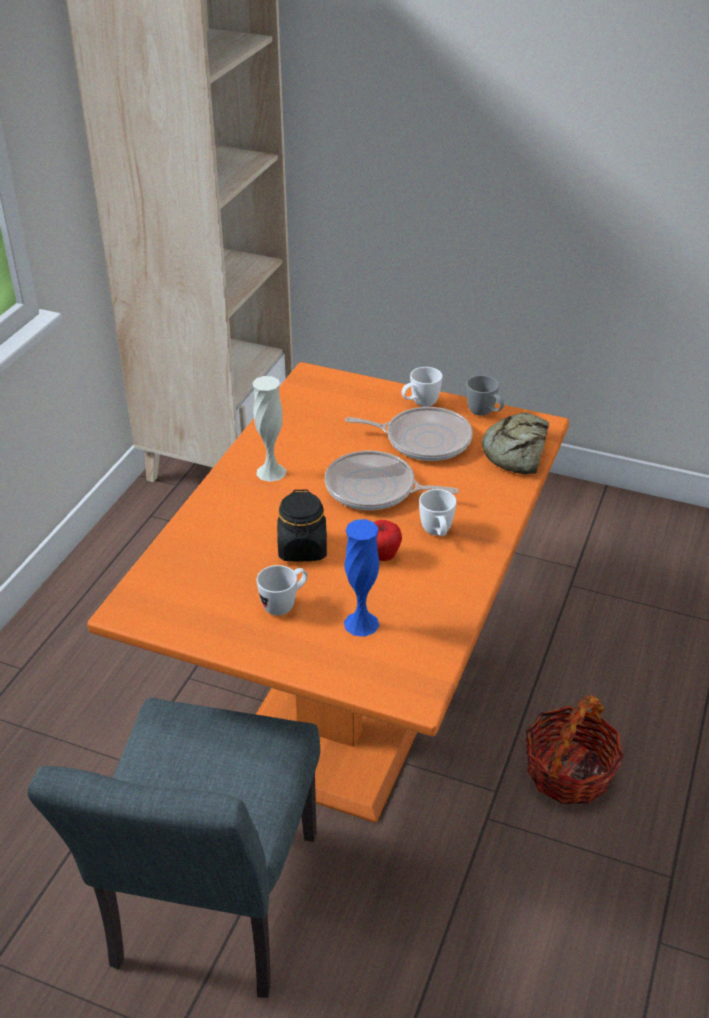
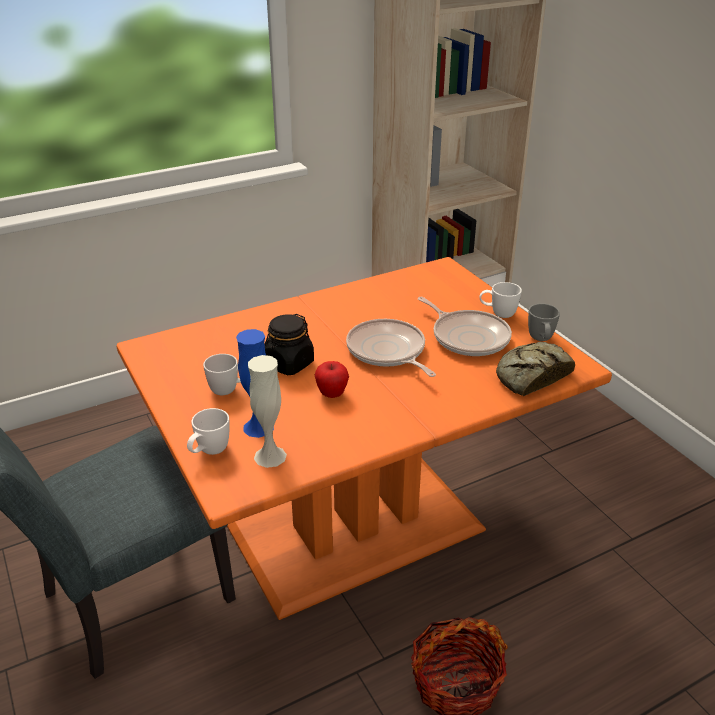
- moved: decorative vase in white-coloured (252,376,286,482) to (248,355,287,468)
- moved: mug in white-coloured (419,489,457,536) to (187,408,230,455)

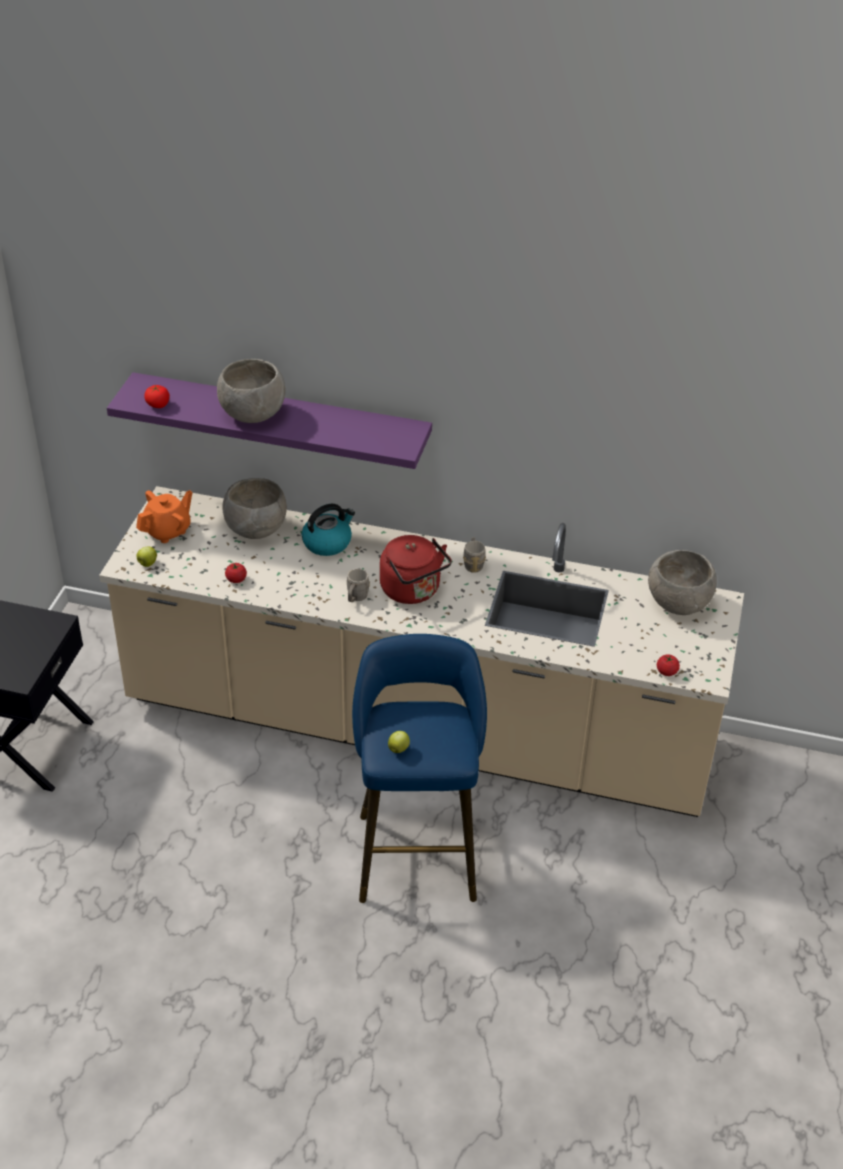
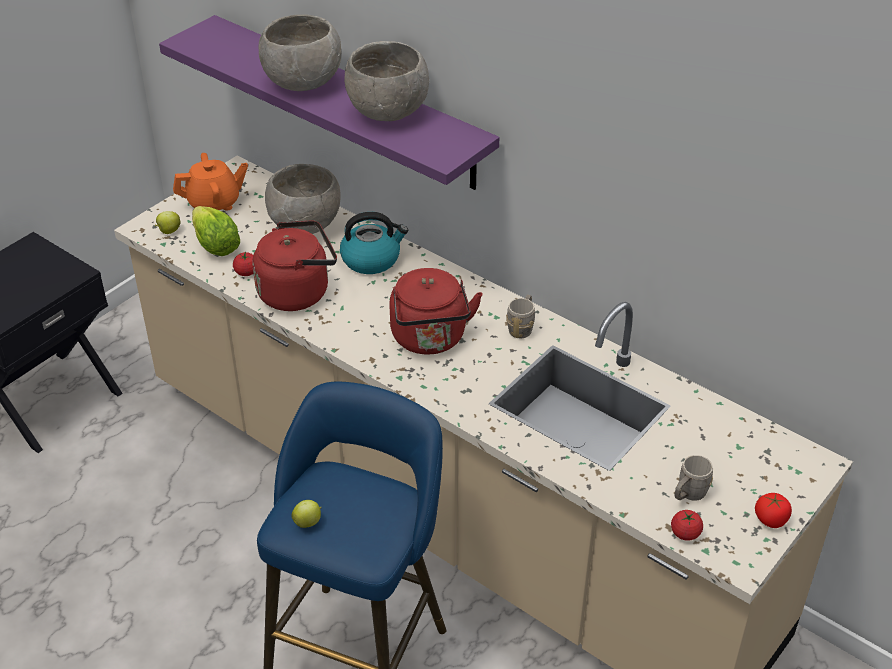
- moved: whole tomato (144,385,170,408) to (755,493,792,528)
- moved: serving bowl in gray (648,550,717,615) to (344,41,429,121)
- moved: mug in gray (347,569,370,602) to (675,455,713,501)
- added: lettuce head (192,206,240,256)
- added: water kettle in red (252,220,337,311)

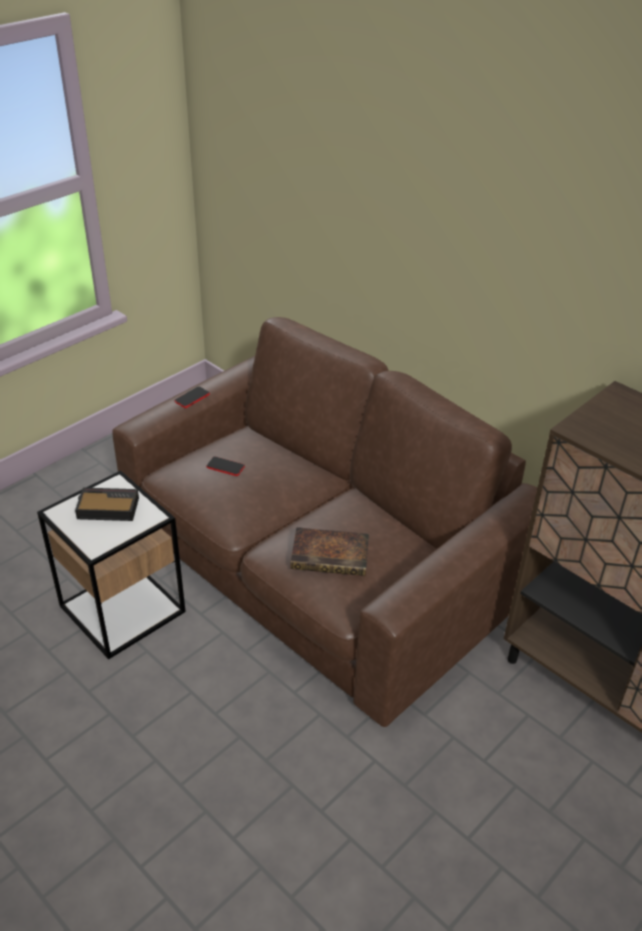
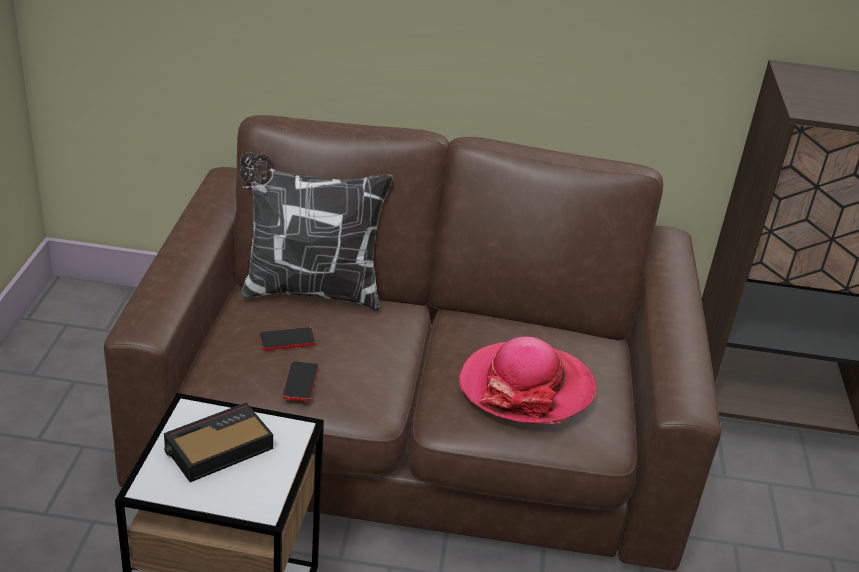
- moved: telephone (175,387,210,408) to (283,361,318,401)
- replaced: volume (290,527,369,576) to wearable hat (459,336,596,424)
- added: throw pillow (240,152,393,311)

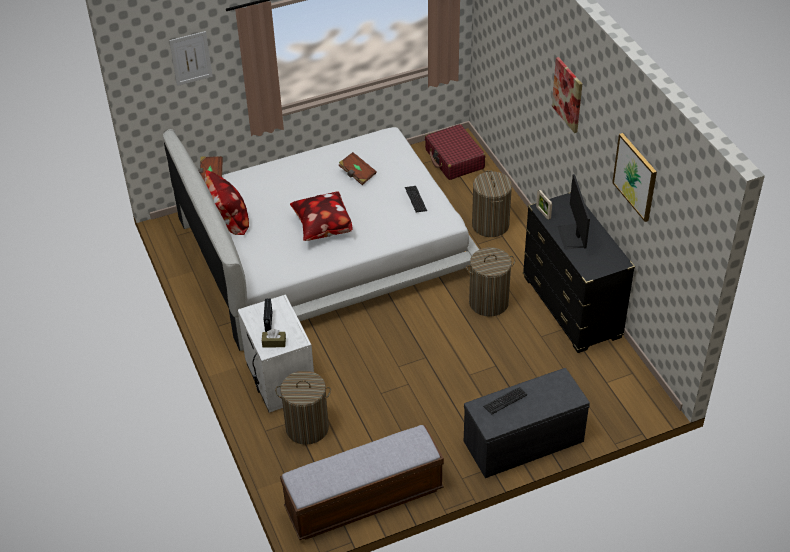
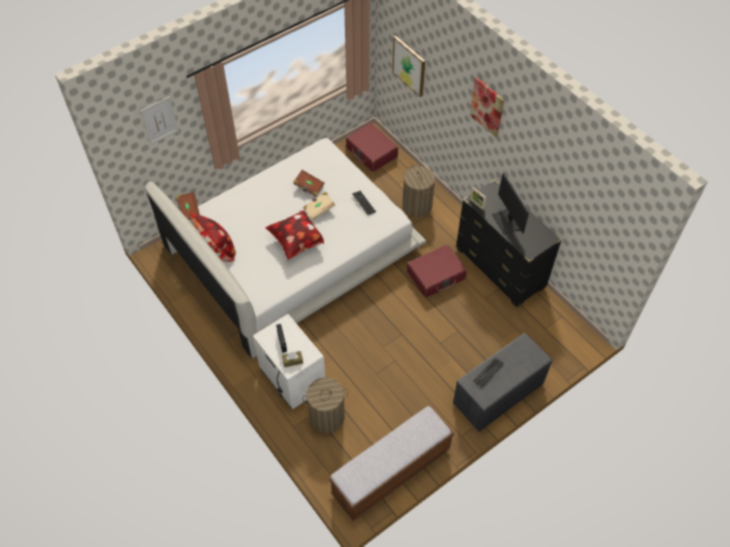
- moved: picture (612,133,657,222) to (392,36,425,97)
- replaced: laundry basket (466,247,515,317) to travel case in red (407,244,467,297)
- added: volume in sand-coloured (303,191,335,221)

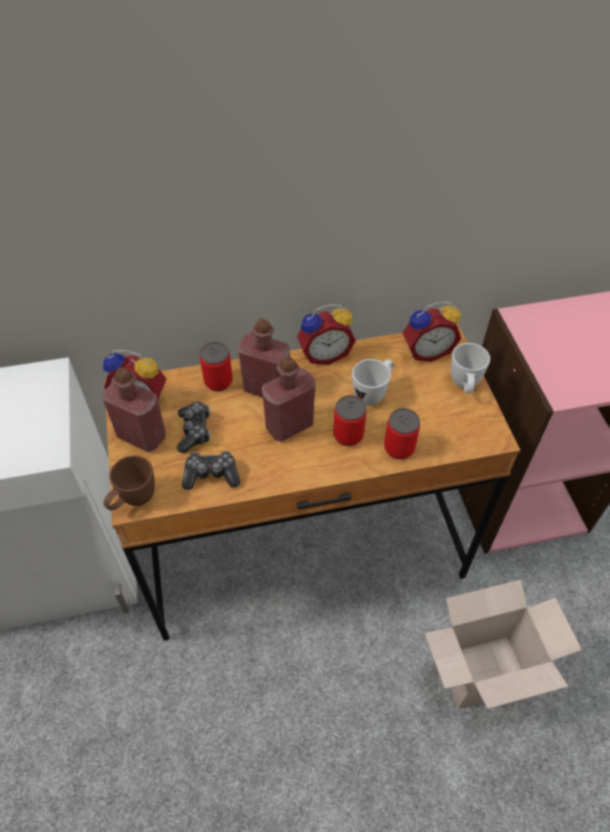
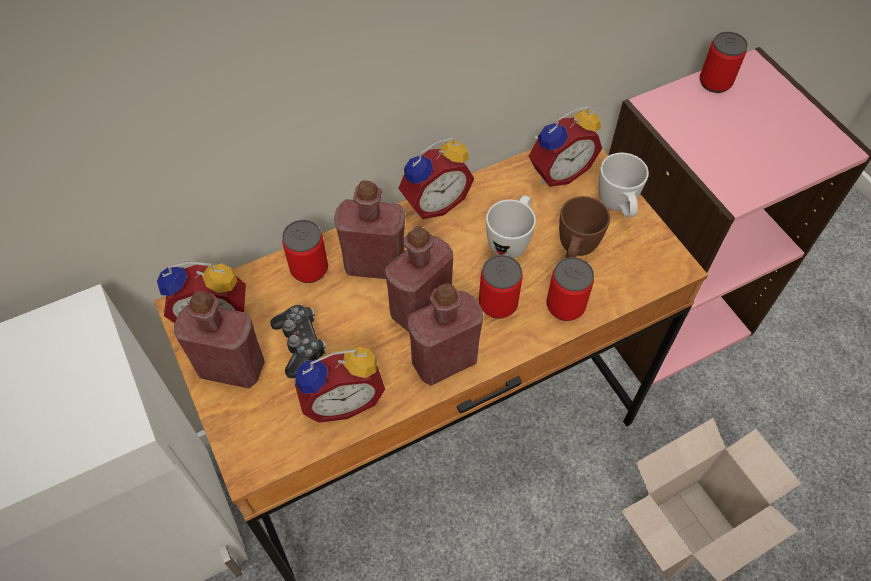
- replaced: game controller (182,451,240,490) to bedside clock (295,346,385,423)
- moved: mug in brown-coloured (104,455,155,511) to (559,196,610,258)
- added: sealed can (700,32,748,93)
- added: drink bottle in red (408,283,483,386)

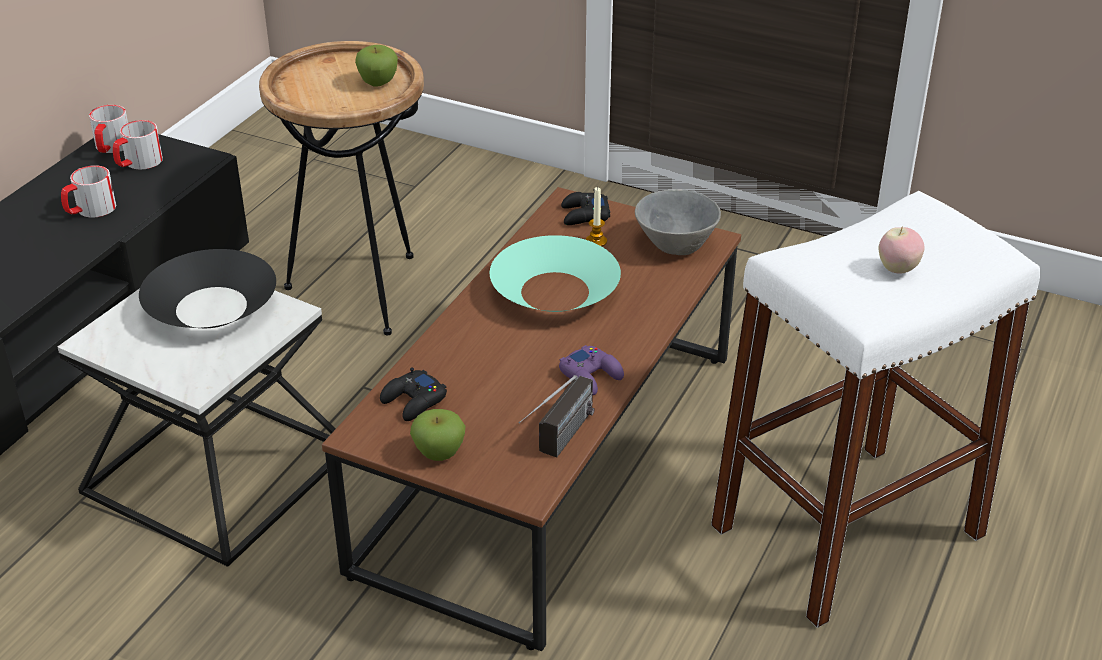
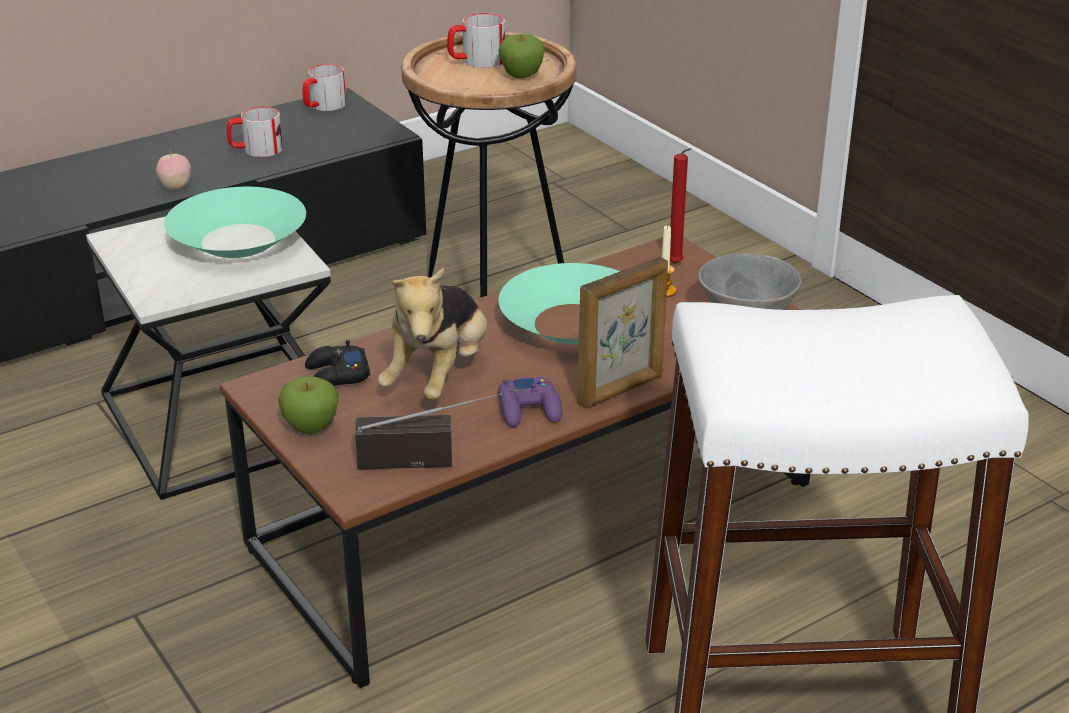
- moved: mug (113,120,163,170) to (447,13,505,68)
- replaced: game controller in black (561,189,610,225) to wax light in red (670,148,692,264)
- moved: apple (879,226,925,274) to (156,150,191,190)
- recoloured: serving bowl in black (139,249,276,328) to serving bowl in turquoise (164,187,306,258)
- turned: radio set (518,375,595,457) = (355,393,502,470) 150 degrees counterclockwise
- added: standing frame (577,257,668,409)
- added: plush toy (378,267,487,400)

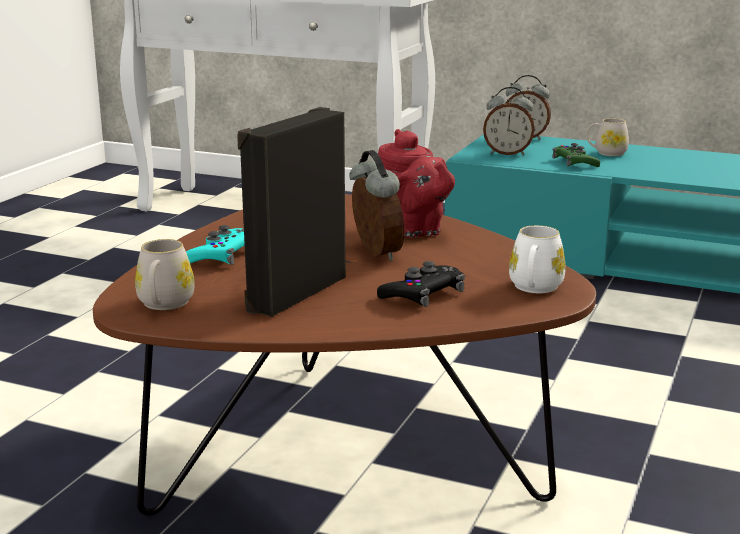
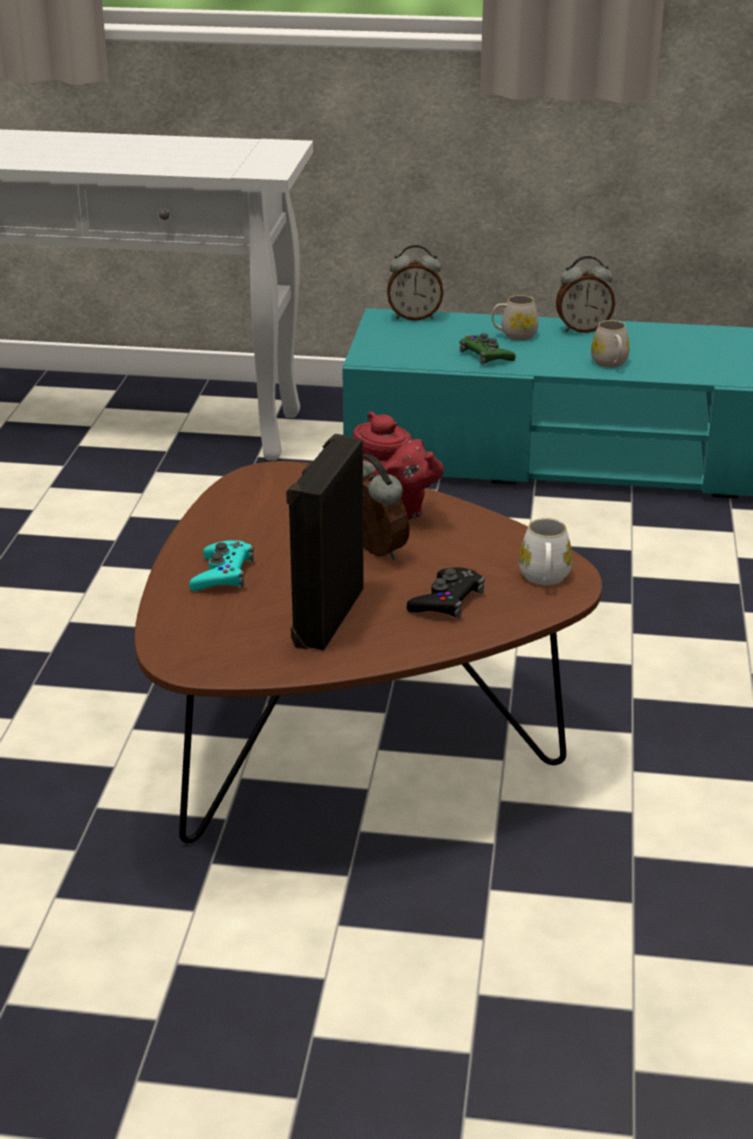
- moved: bedside clock (483,87,534,155) to (556,256,615,333)
- moved: mug in white-coloured (135,239,194,310) to (591,320,630,368)

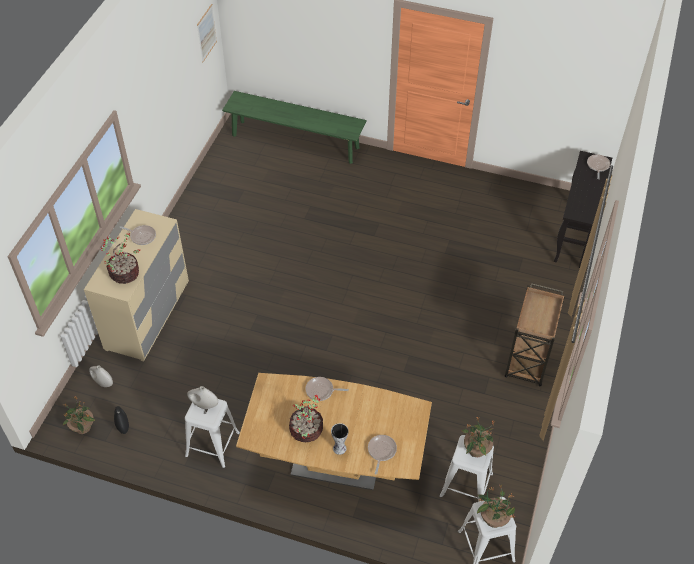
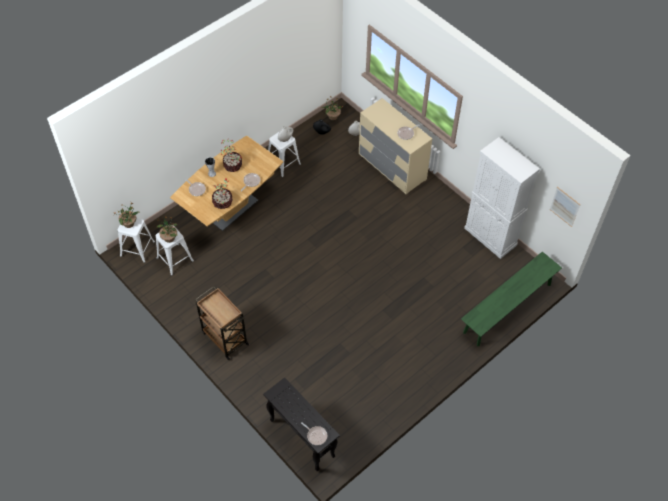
- moved: plant in a pot (100,233,140,284) to (212,178,232,209)
- added: storage cabinet in white-coloured (464,137,540,259)

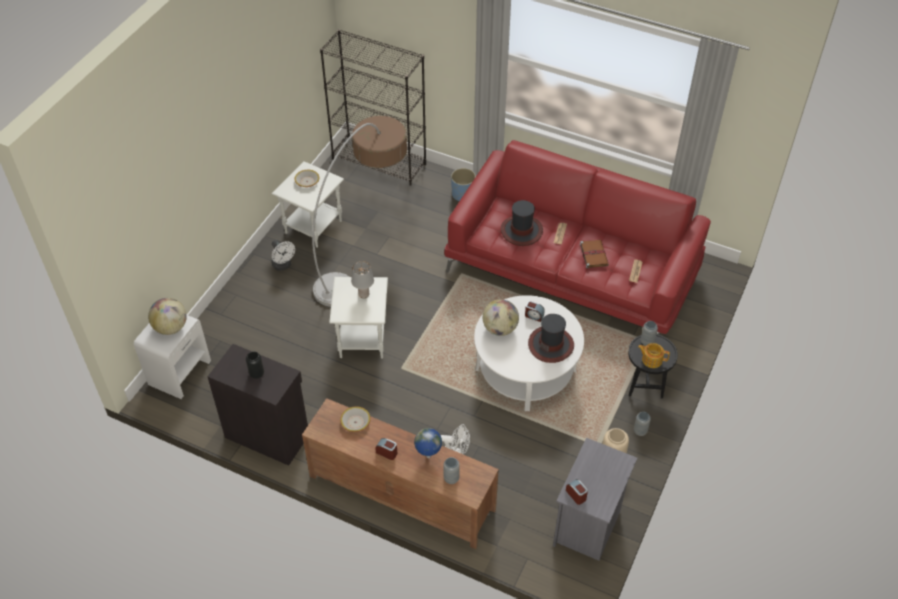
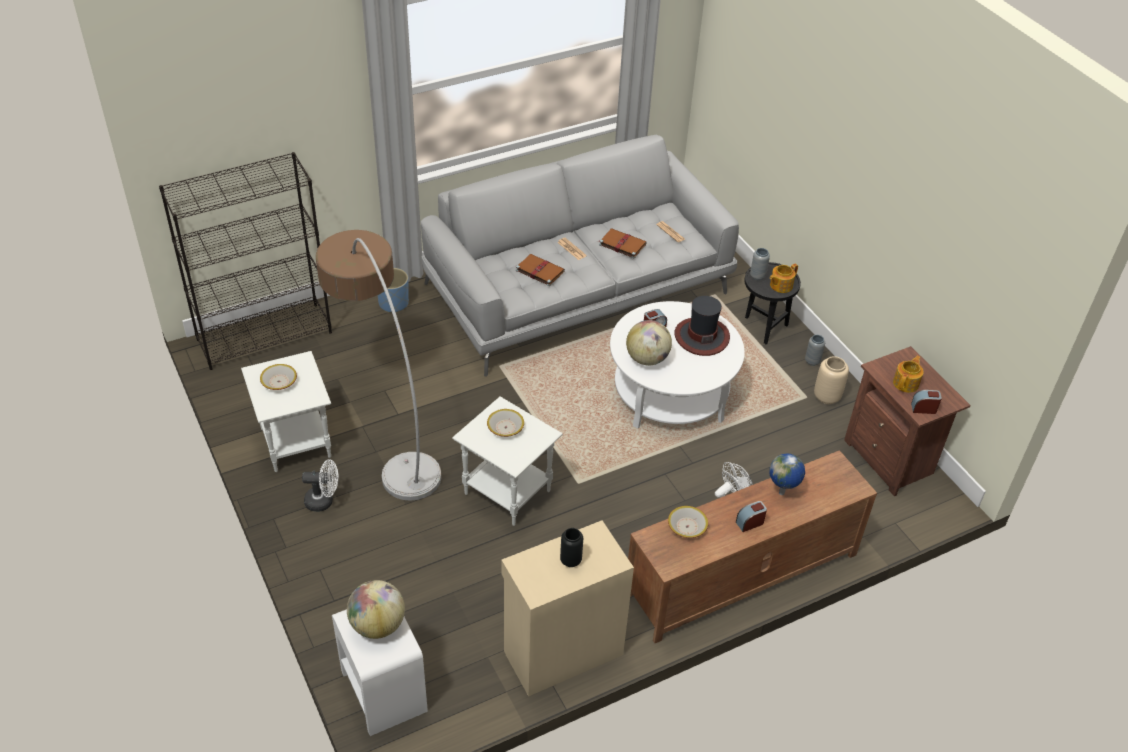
- recoloured: settee in red (444,140,711,335) to settee in gray (421,135,739,376)
- replaced: wearable hat (501,200,543,246) to volume in brown-coloured (516,254,565,286)
- replaced: table lamp in gray (351,261,374,298) to serving bowl (487,409,524,437)
- recoloured: storage cabinet in black (207,344,308,466) to storage cabinet in sand-coloured (501,520,634,696)
- recoloured: night table in gray (553,438,637,561) to night table in brown-coloured (844,346,971,496)
- removed: decorative vase in gray (443,457,460,484)
- added: pot for tea (893,355,924,393)

